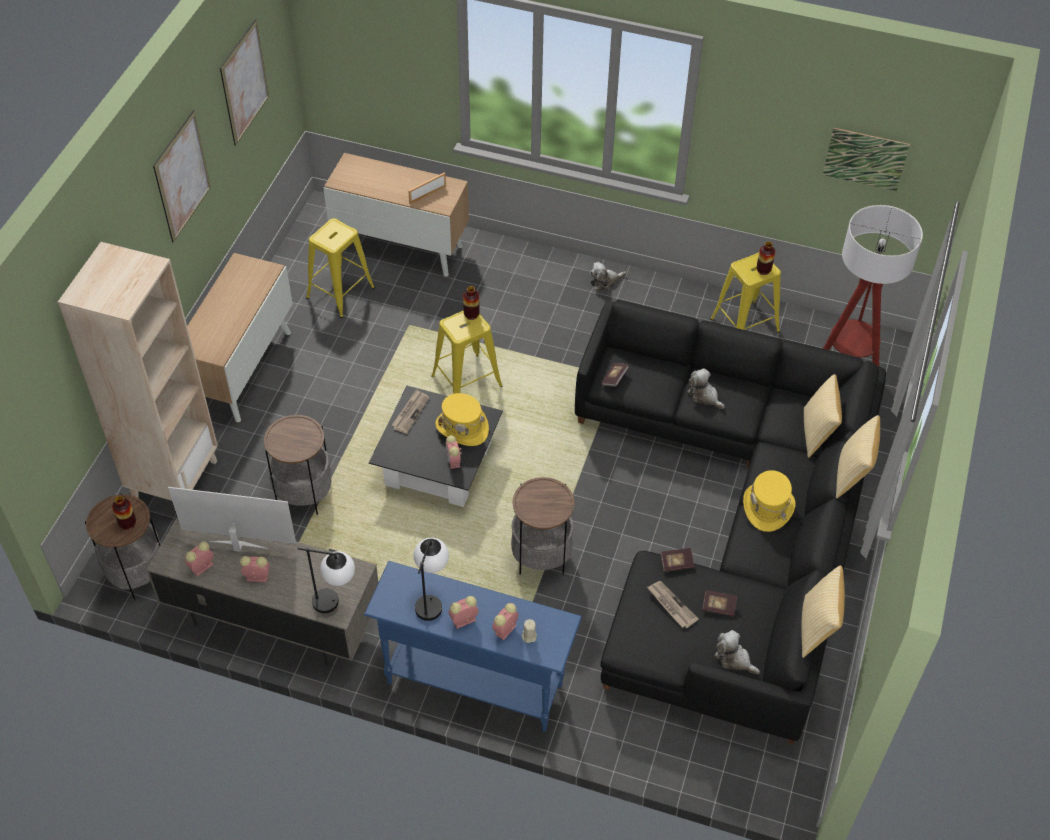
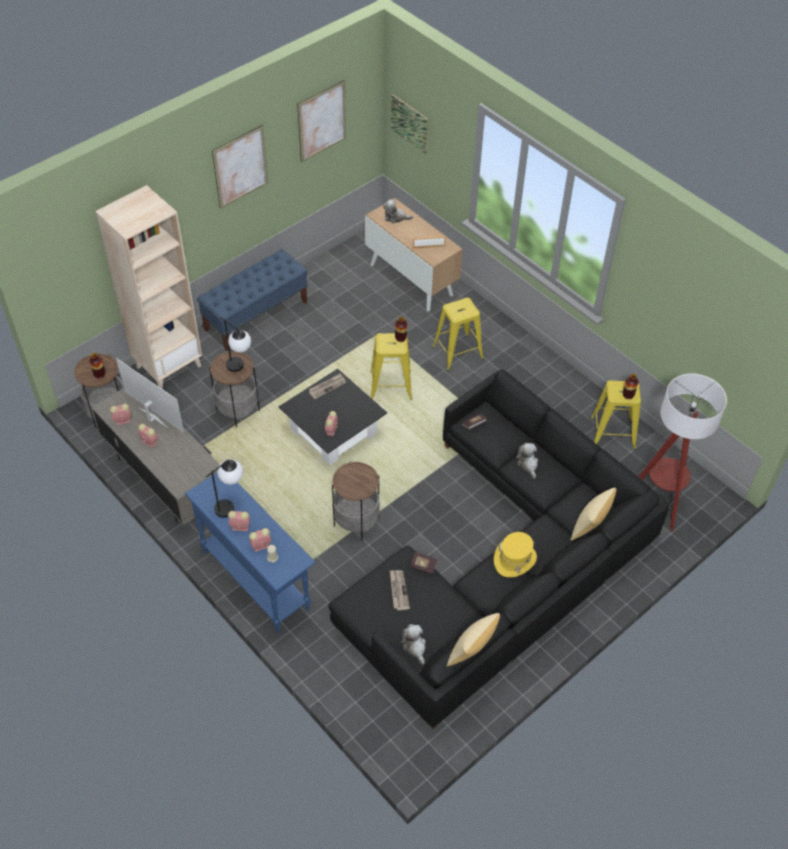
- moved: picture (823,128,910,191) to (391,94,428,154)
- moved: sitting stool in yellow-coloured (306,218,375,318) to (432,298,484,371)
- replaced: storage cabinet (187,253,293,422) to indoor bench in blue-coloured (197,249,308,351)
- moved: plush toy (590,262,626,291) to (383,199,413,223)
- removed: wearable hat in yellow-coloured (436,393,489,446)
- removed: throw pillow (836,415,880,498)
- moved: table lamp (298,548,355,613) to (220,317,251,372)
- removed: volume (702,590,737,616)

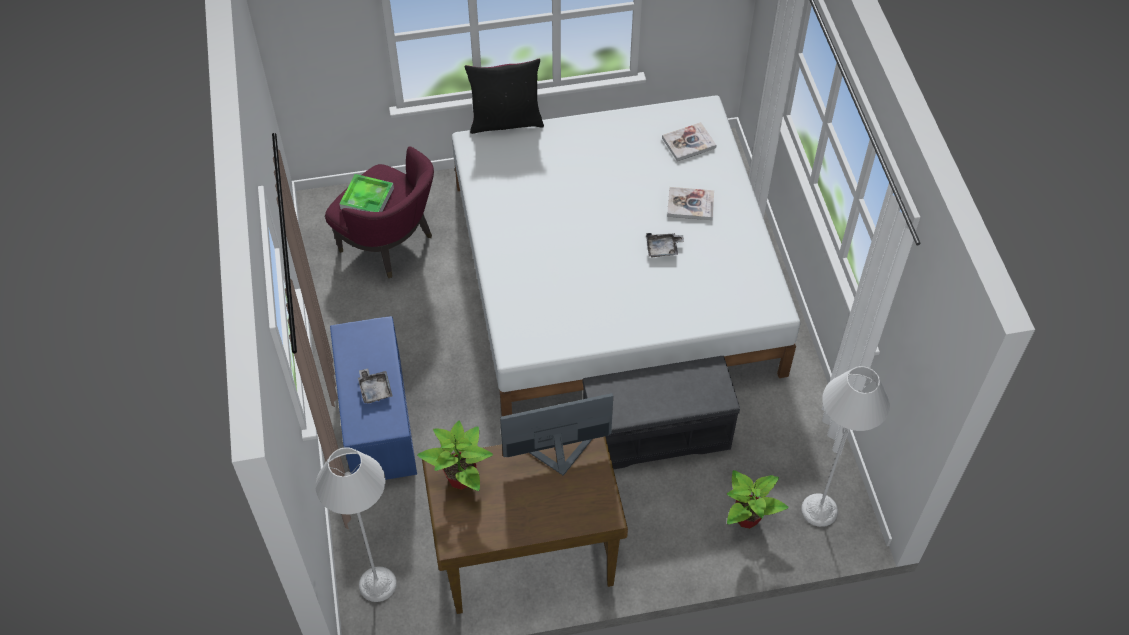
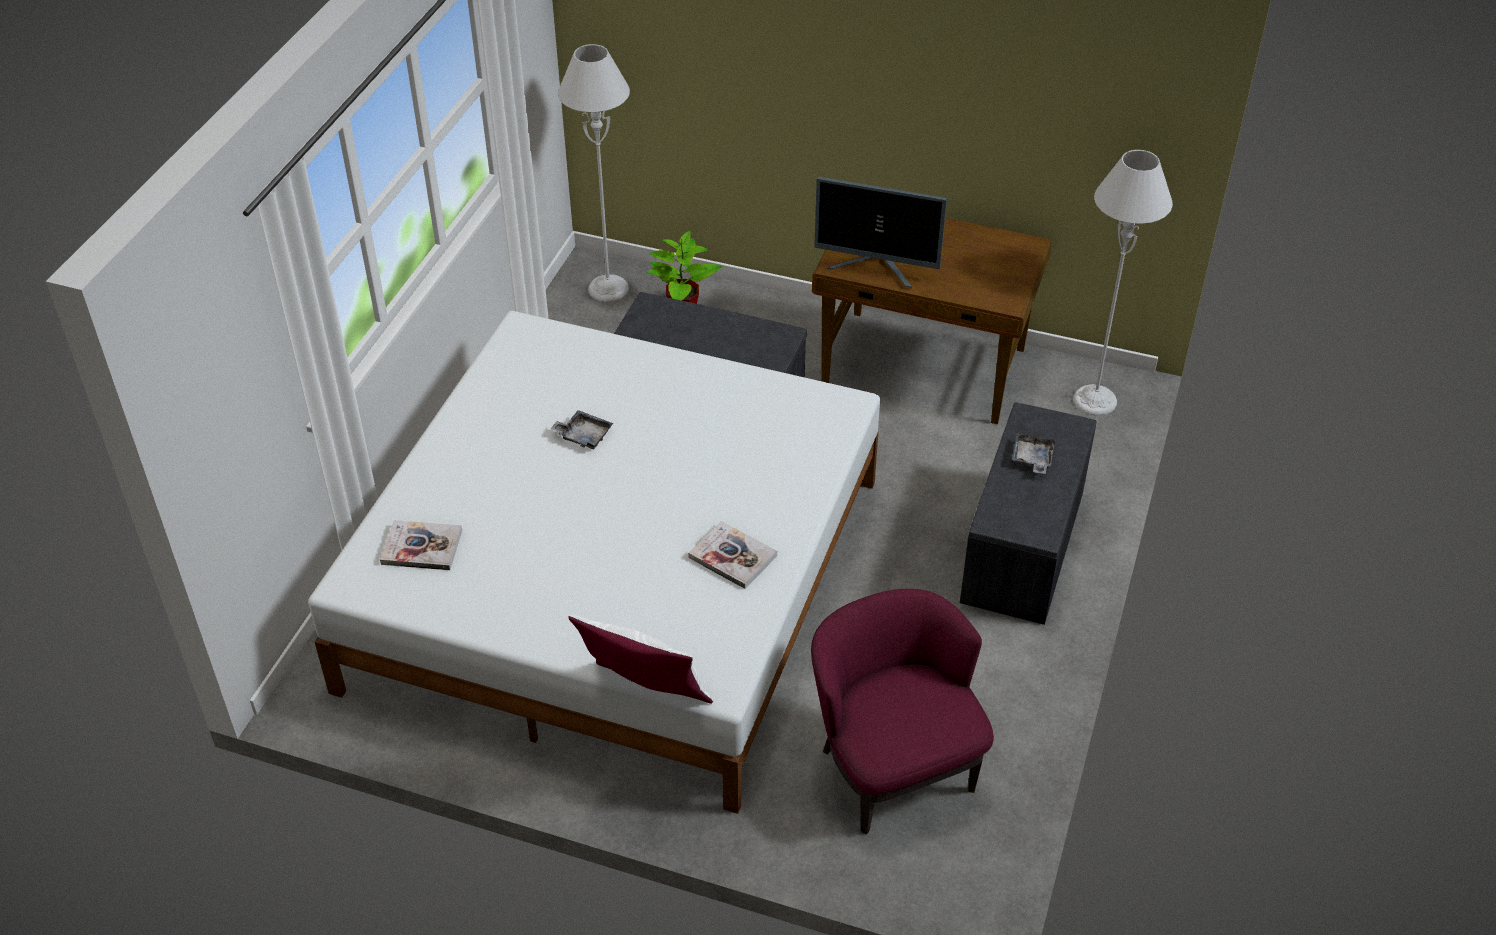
- recoloured: throw pillow in black (464,59,544,134) to throw pillow in white-coloured (568,615,713,703)
- removed: tray (339,174,394,212)
- moved: volume (667,187,714,220) to (688,521,777,589)
- recoloured: indoor bench in blue-coloured (330,316,417,480) to indoor bench in gray (960,402,1096,625)
- removed: plant in a pot (417,420,493,491)

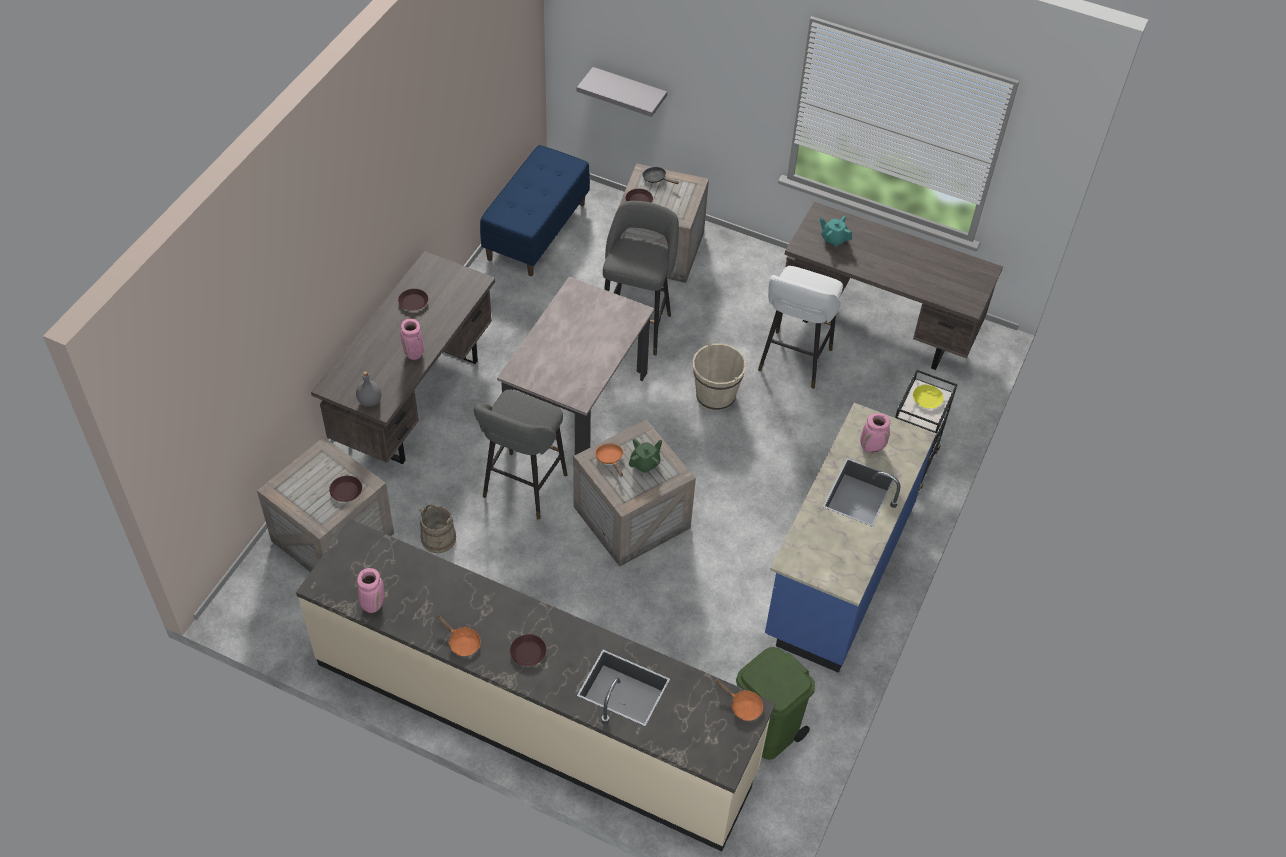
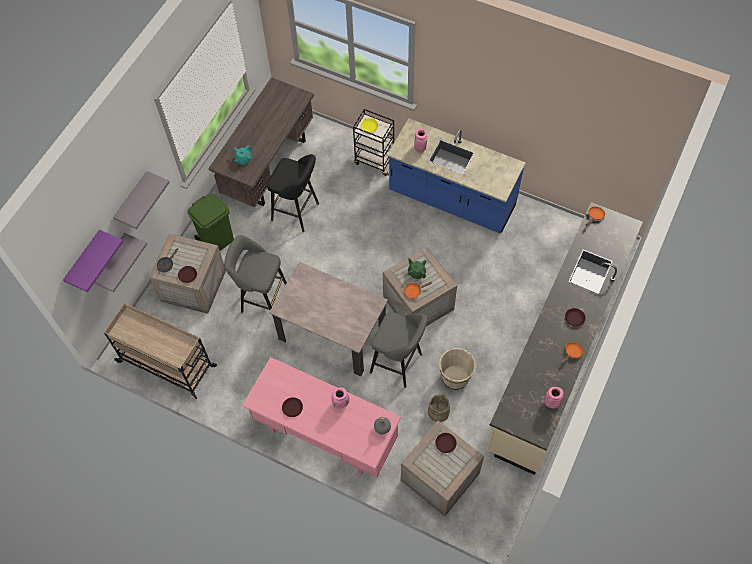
- replaced: indoor bench in blue-coloured (480,145,590,276) to trolley in sand-coloured (104,303,217,399)
- recoloured: desk table in brown-coloured (311,251,496,464) to desk table in pink-coloured (242,357,401,478)
- recoloured: sitting stool in white-coloured (758,266,843,389) to sitting stool in black (267,154,319,232)
- moved: pail in sand-coloured (693,343,746,411) to (439,348,476,390)
- moved: waste bin in green-coloured (736,647,816,760) to (188,194,234,251)
- added: bracket shelf in gray (113,171,170,229)
- added: bracket shelf in purple-coloured (63,230,123,292)

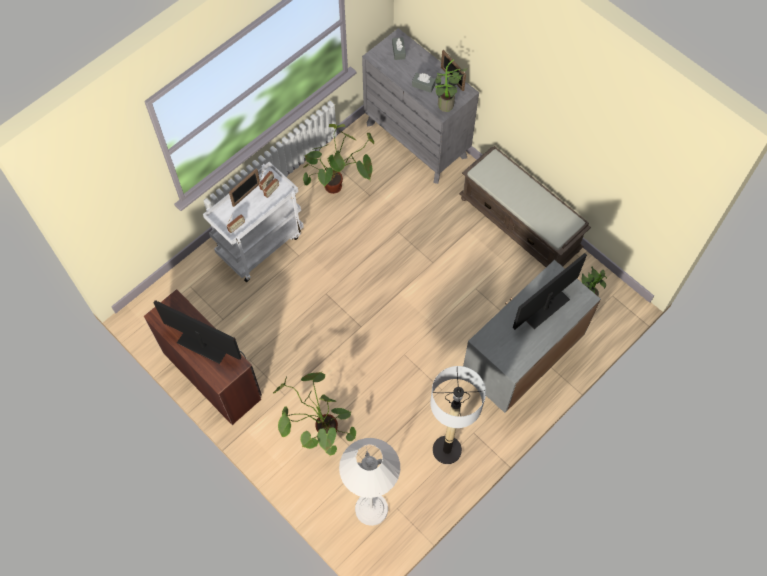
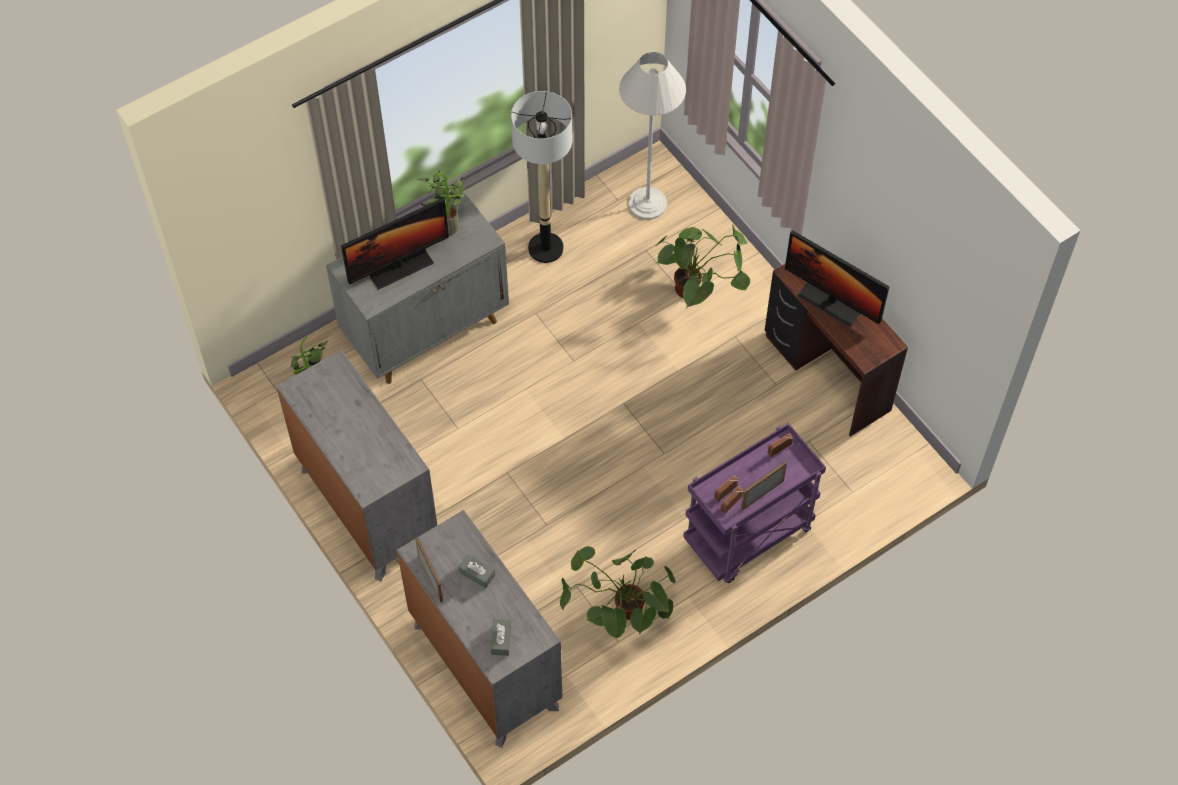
- moved: plant in a pot (435,59,468,112) to (417,171,464,236)
- replaced: indoor bench in brown-coloured (459,146,591,267) to dresser in gray (276,350,437,581)
- recoloured: trolley in white-coloured (203,162,304,282) to trolley in purple-coloured (683,423,826,583)

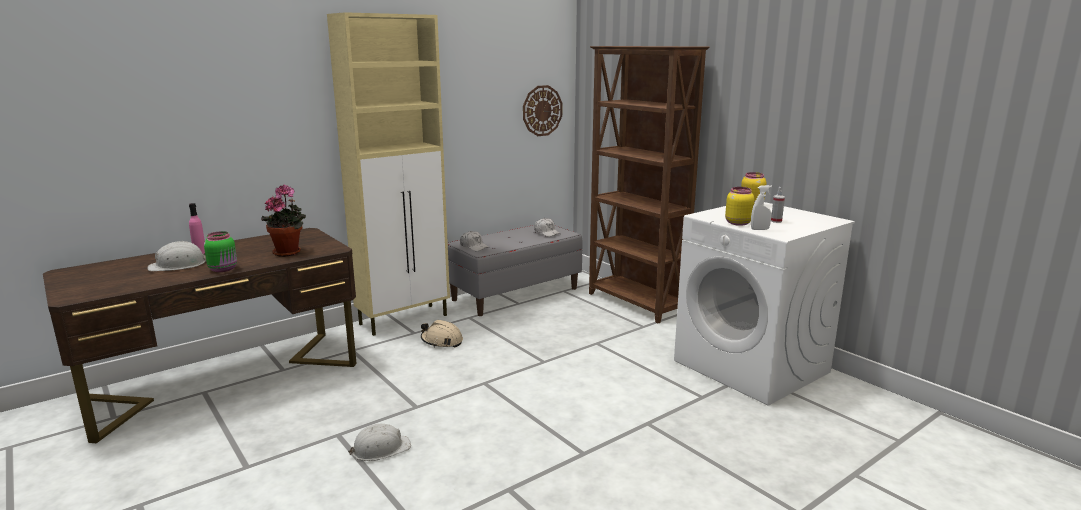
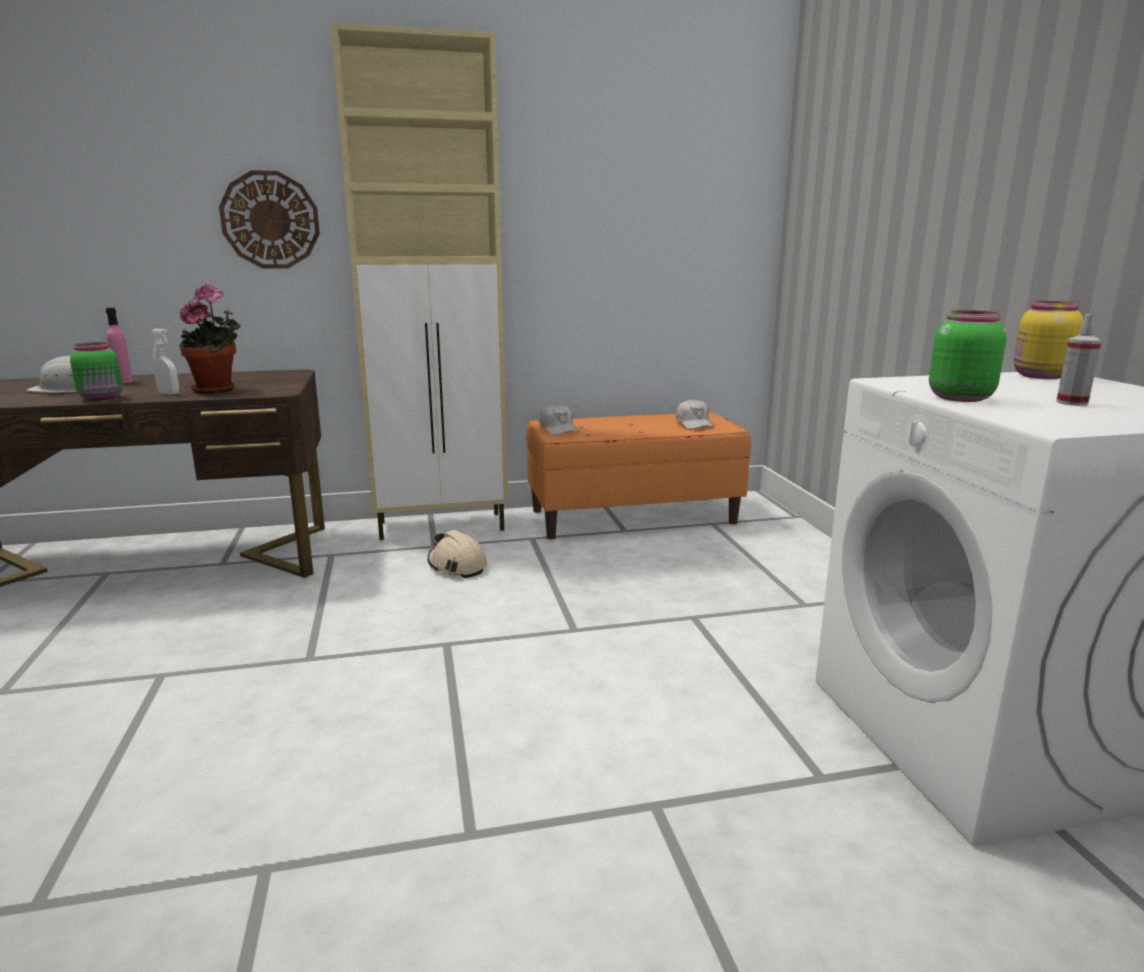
- removed: bookshelf in brown-coloured (589,46,709,323)
- moved: hanging clock (523,85,562,136) to (219,170,320,269)
- moved: sprayer in white-coloured (751,185,772,230) to (152,329,179,395)
- recoloured: storage jar in yellow-coloured (725,187,754,226) to storage jar in green-coloured (929,310,1007,402)
- recoloured: indoor bench in gray (448,225,583,316) to indoor bench in orange-coloured (526,412,751,539)
- removed: work helmet in white-coloured (348,424,411,461)

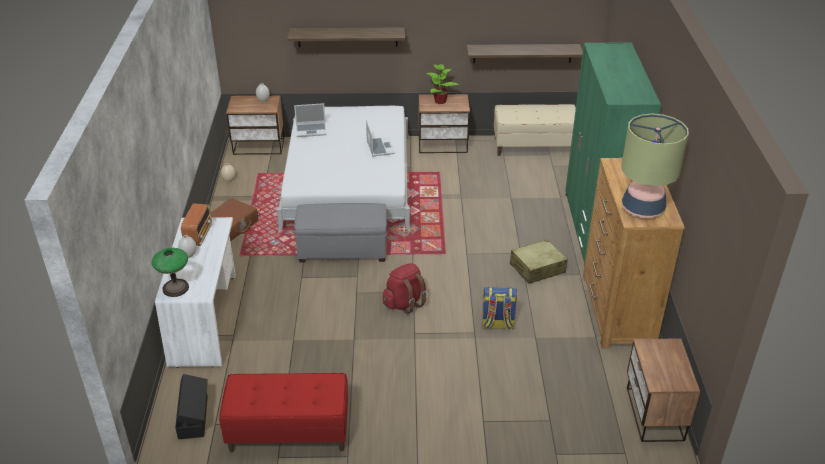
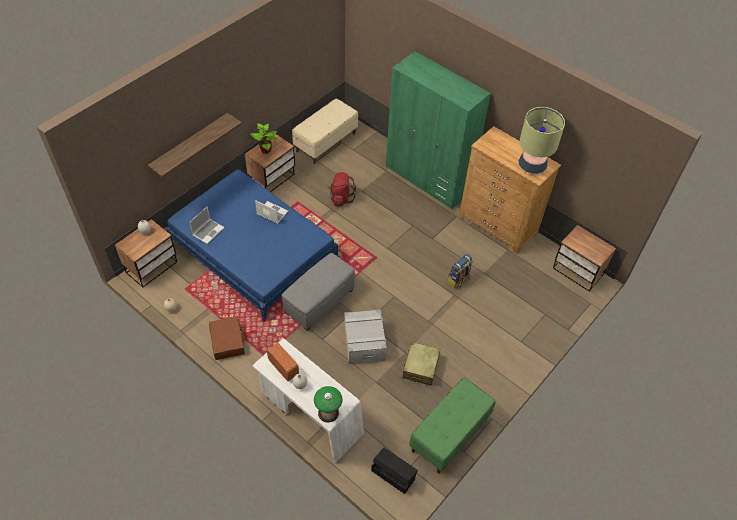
- removed: bracket shelf (467,44,583,63)
- recoloured: sleeping bed in white-coloured (277,106,411,233) to sleeping bed in blue-coloured (165,169,340,322)
- moved: travel case in sand-coloured (510,240,568,284) to (402,342,440,386)
- moved: backpack in red (383,263,426,314) to (328,172,356,206)
- recoloured: indoor bench in red (219,373,348,453) to indoor bench in green-coloured (409,377,496,473)
- added: storage container in gray (344,309,387,364)

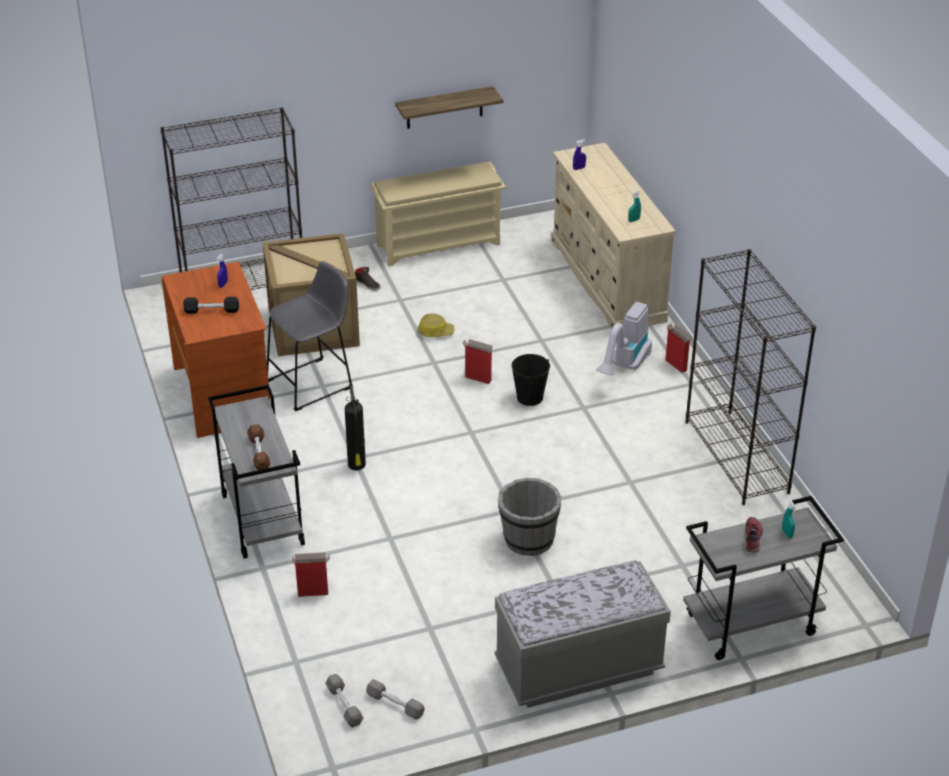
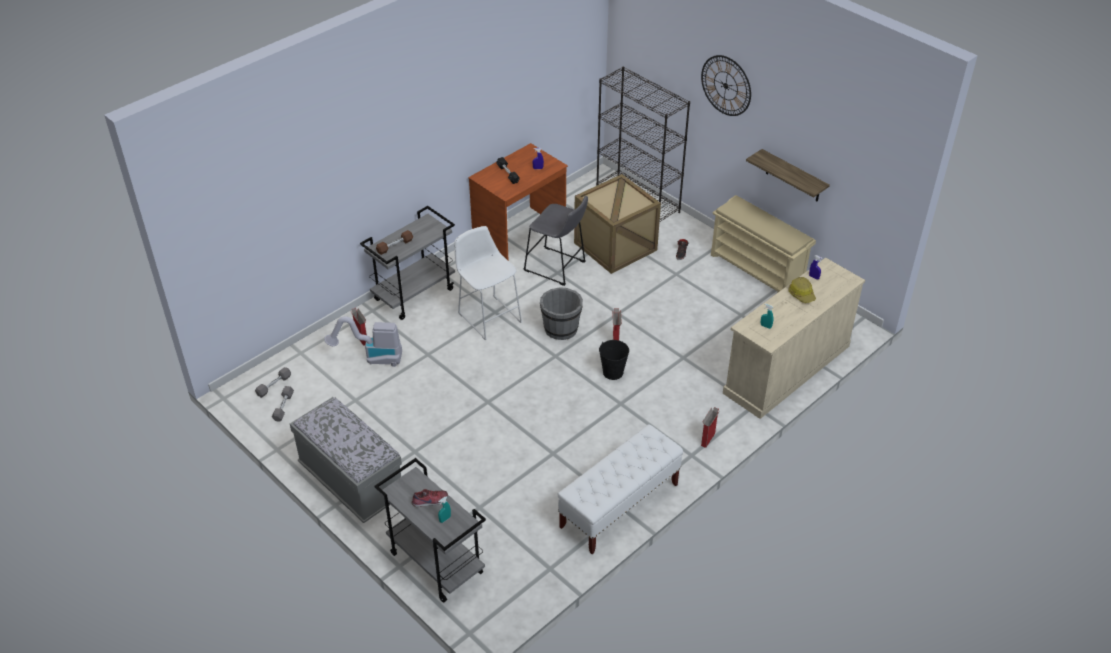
- replaced: bookshelf in black (686,249,816,505) to indoor bench in white-coloured (557,424,683,554)
- moved: vacuum cleaner (596,302,652,375) to (324,316,402,367)
- moved: work helmet (418,313,455,337) to (788,277,816,303)
- replaced: fire-fighting cylinder (345,385,366,470) to sitting stool in white-coloured (454,226,522,340)
- moved: pail in gray (498,478,561,556) to (540,287,583,340)
- added: hanging clock (701,55,751,116)

